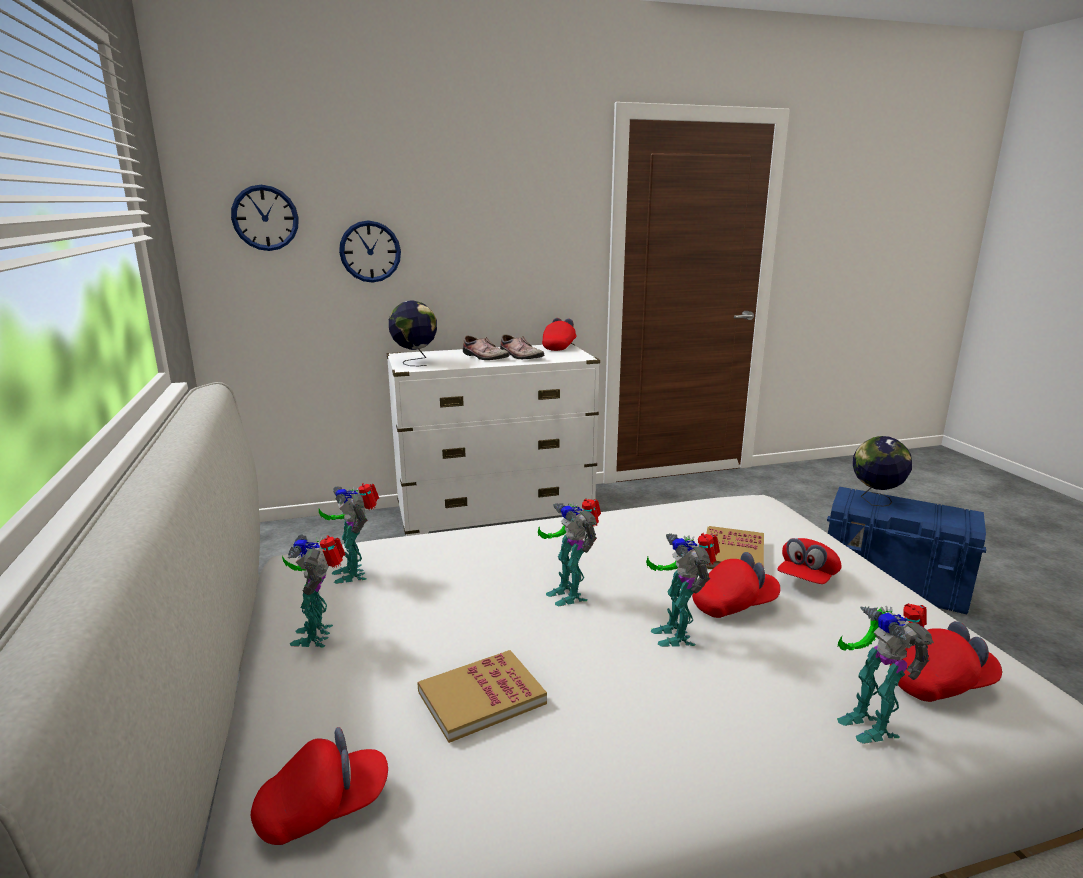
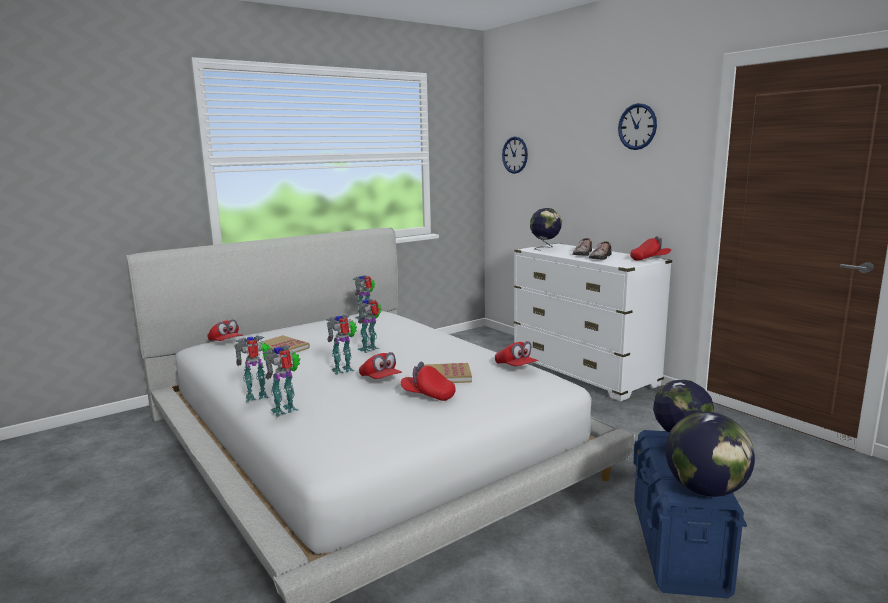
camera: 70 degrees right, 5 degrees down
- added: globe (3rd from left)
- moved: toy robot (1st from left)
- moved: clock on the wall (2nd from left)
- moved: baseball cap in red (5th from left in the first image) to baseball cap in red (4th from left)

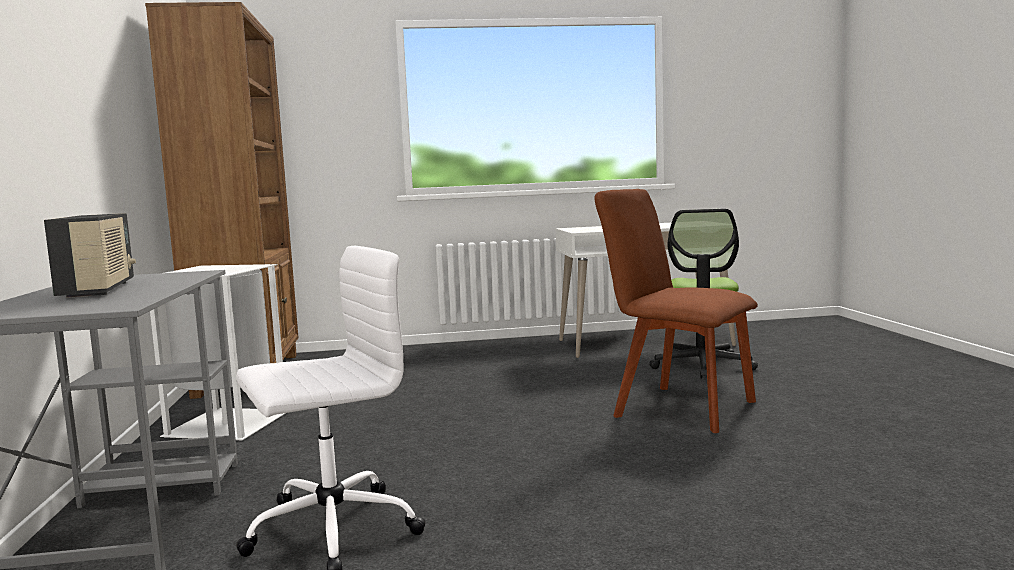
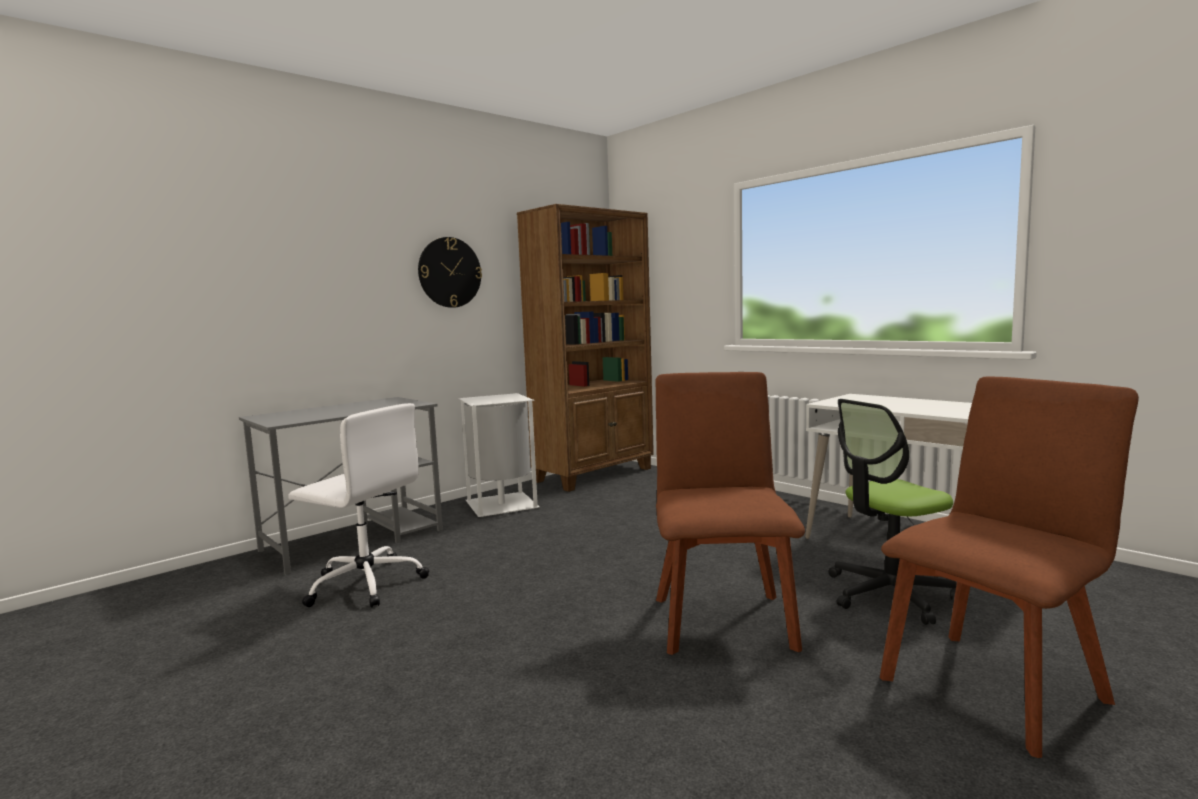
camera: 55 degrees right, 0 degrees up
- removed: radio
- added: clock on the wall
- added: upright chair in brownish (2nd from left)

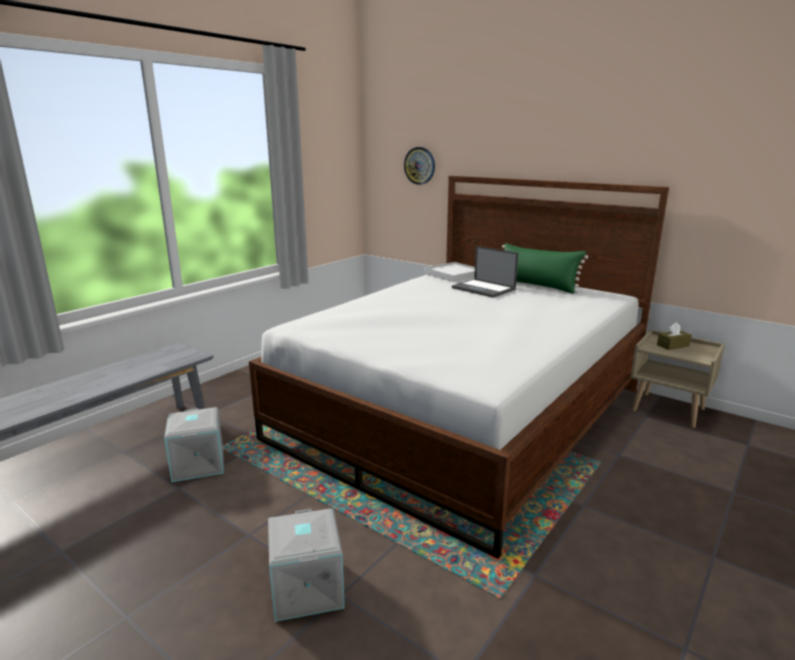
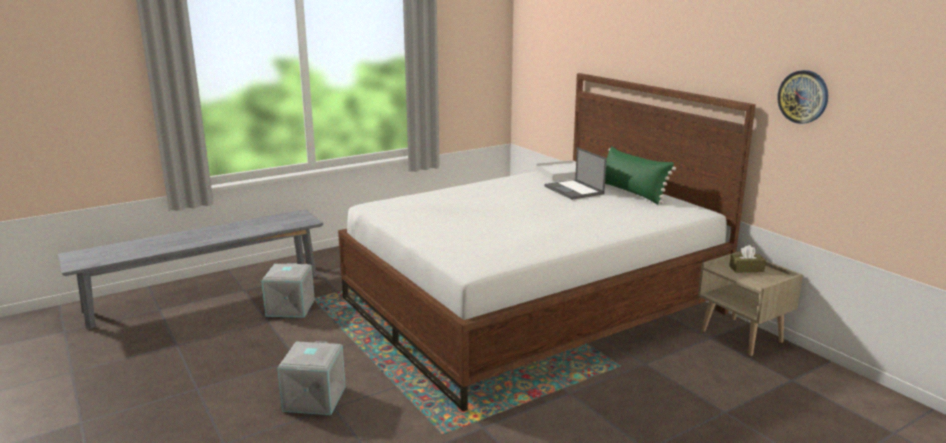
camera: 20 degrees right, 0 degrees up
- moved: clock on the wall

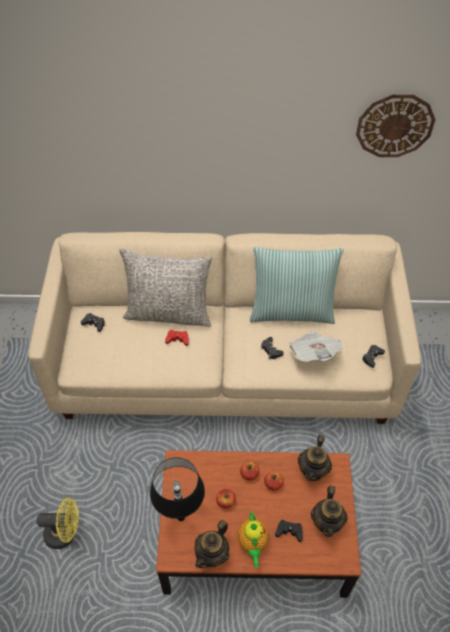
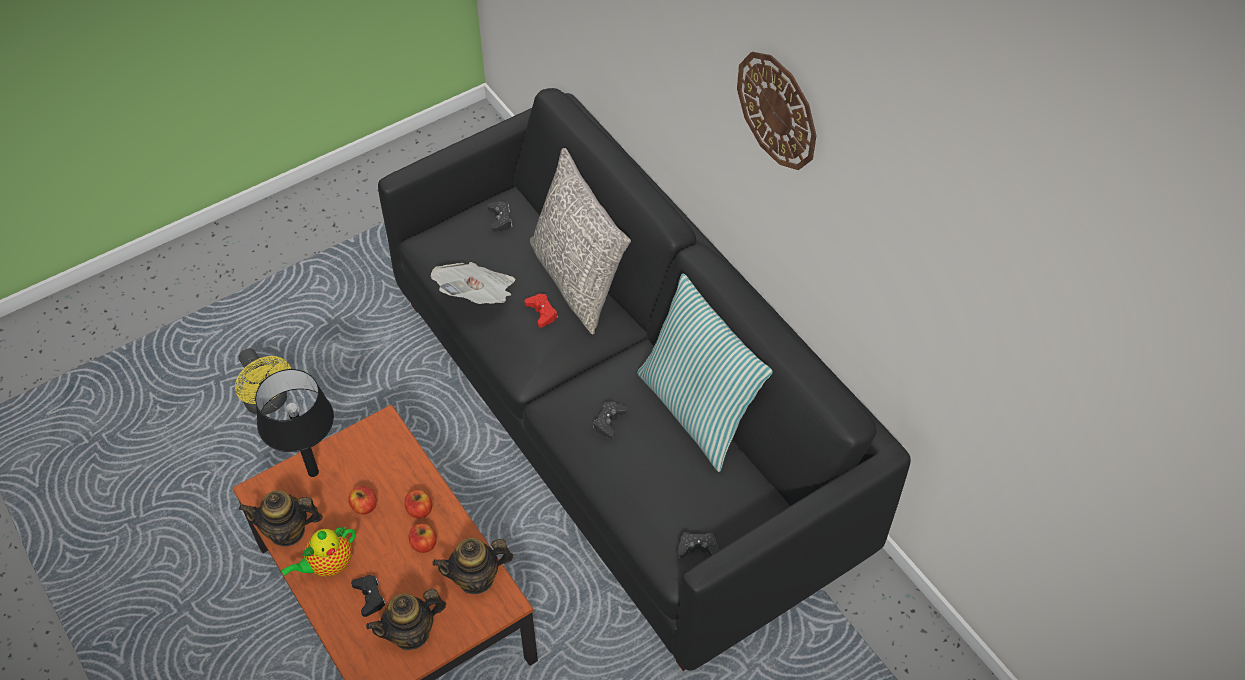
camera: 55 degrees right, 0 degrees up
- moved: printed paper
- moved: clock on the wall
- recoloured: settee in sand-coloured to settee in blackish

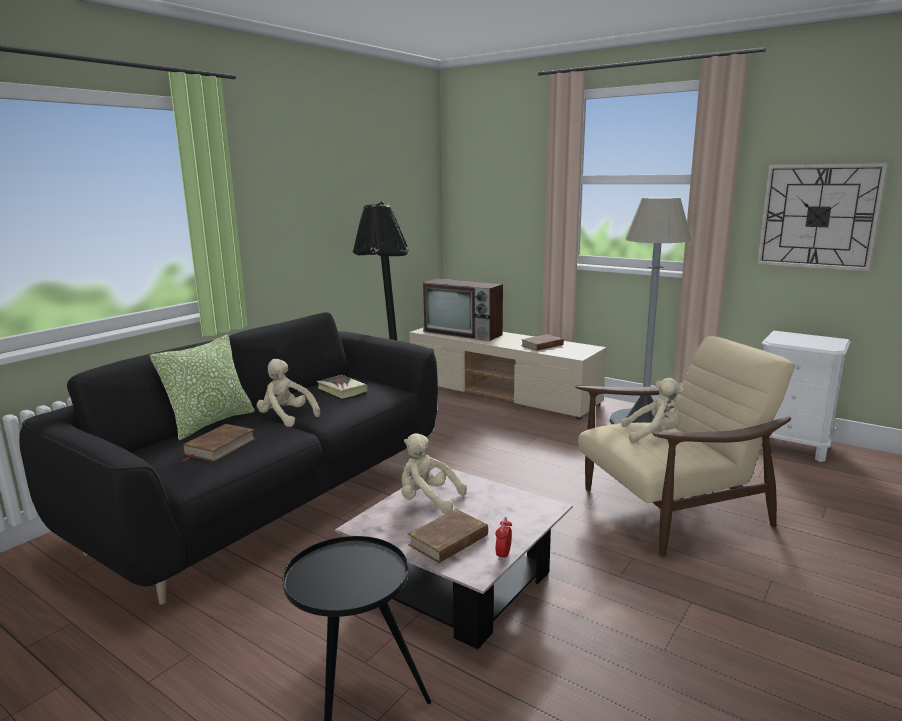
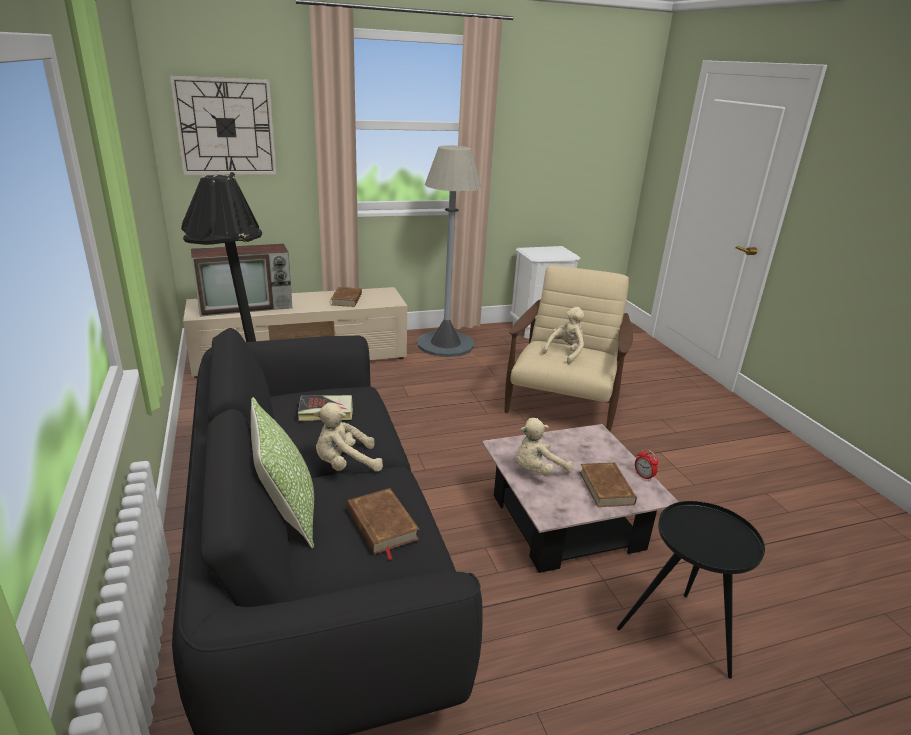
camera: 55 degrees left, 10 degrees up
- moved: clock on the wall

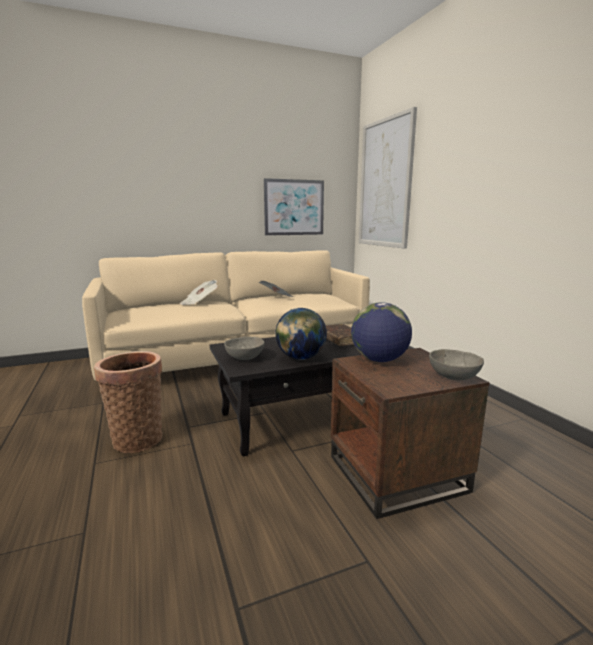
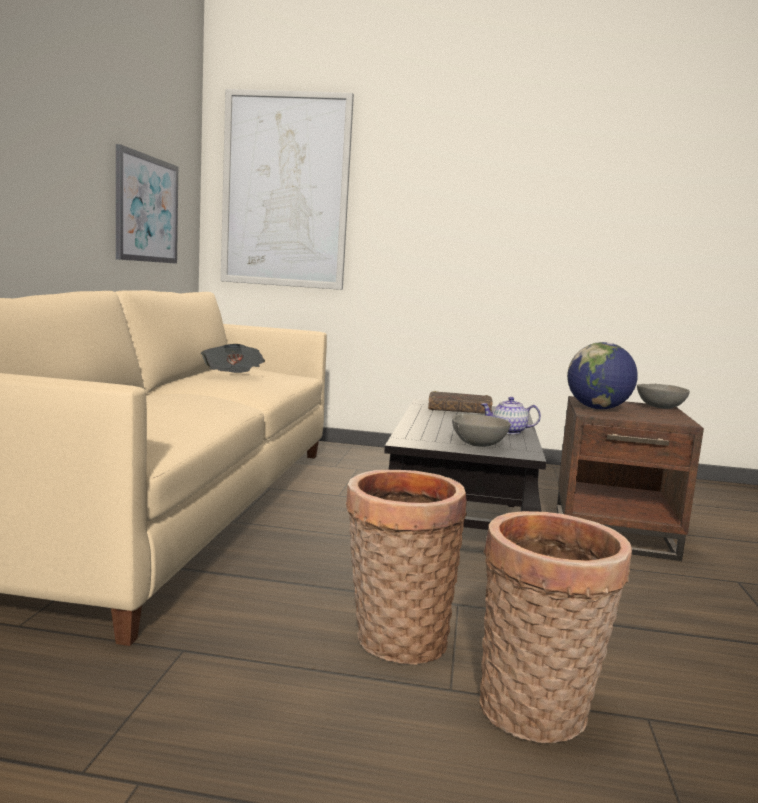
camera: 60 degrees left, 5 degrees down
- removed: printed paper (1st from left)
- added: storage basket (2nd from left)
- replaced: globe (1st from left) to tea pot

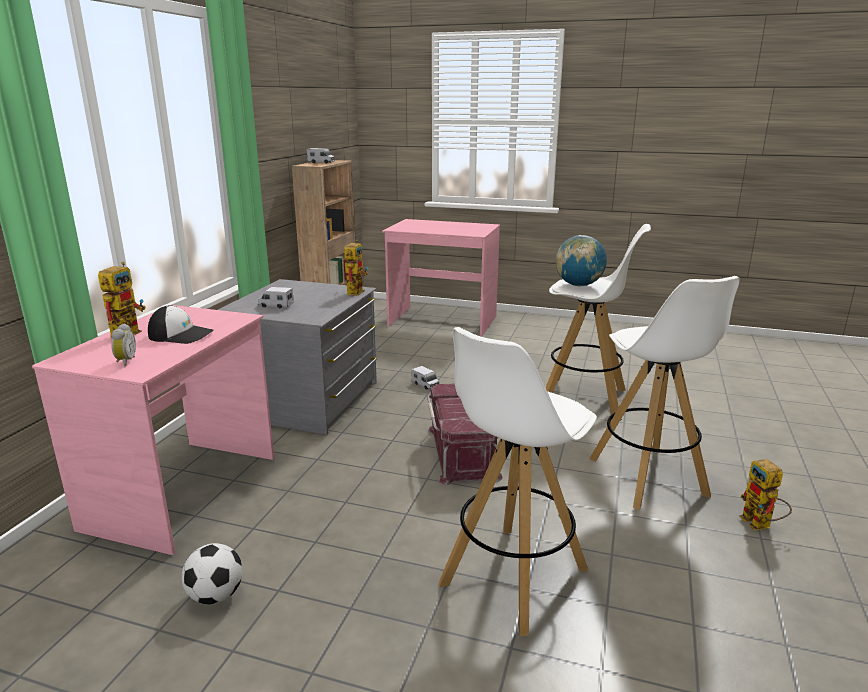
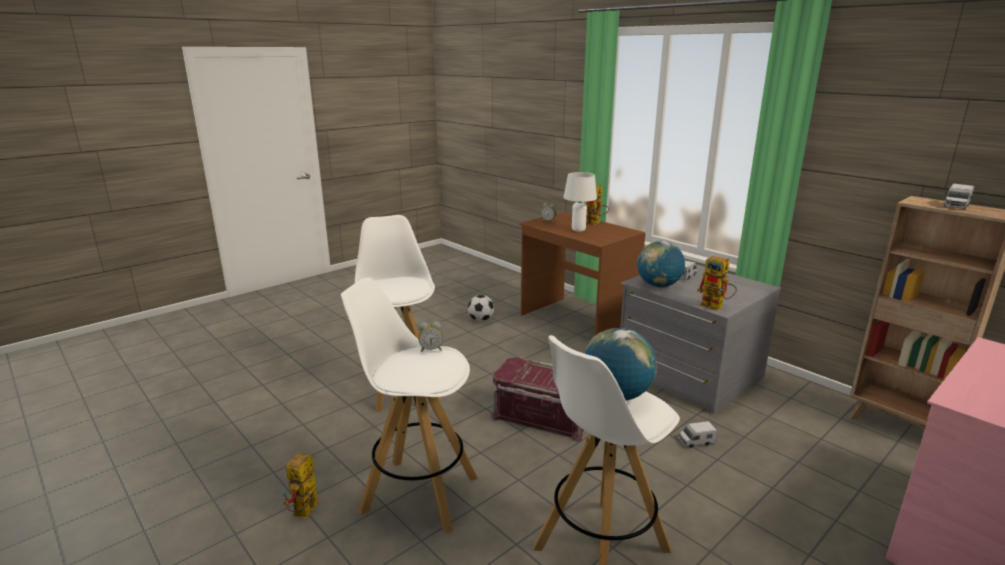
camera: 120 degrees right, 0 degrees up
- added: bedside clock (1st from left)
- added: globe (2nd from left)
- replaced: baseball cap to lamp for a table in white-coloured
- recoloured: desk in pink (1st from left) to desk in brownish
- turned: toy robot (3rd from left in the first image) 90 degrees counterclockwise

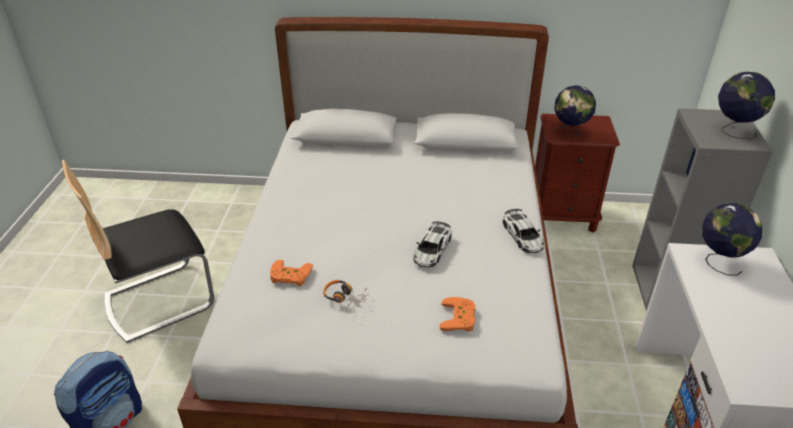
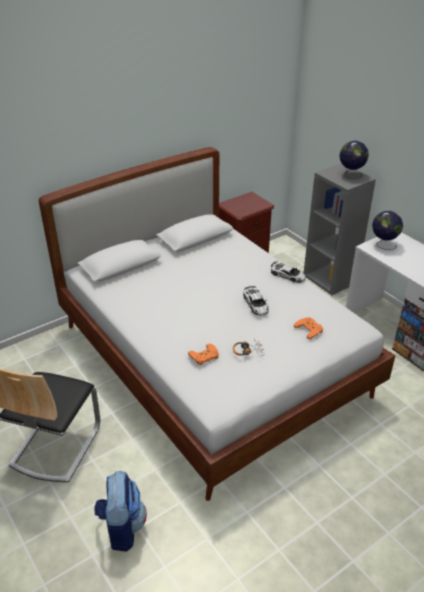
camera: 40 degrees left, 0 degrees up
- removed: globe (1st from left)

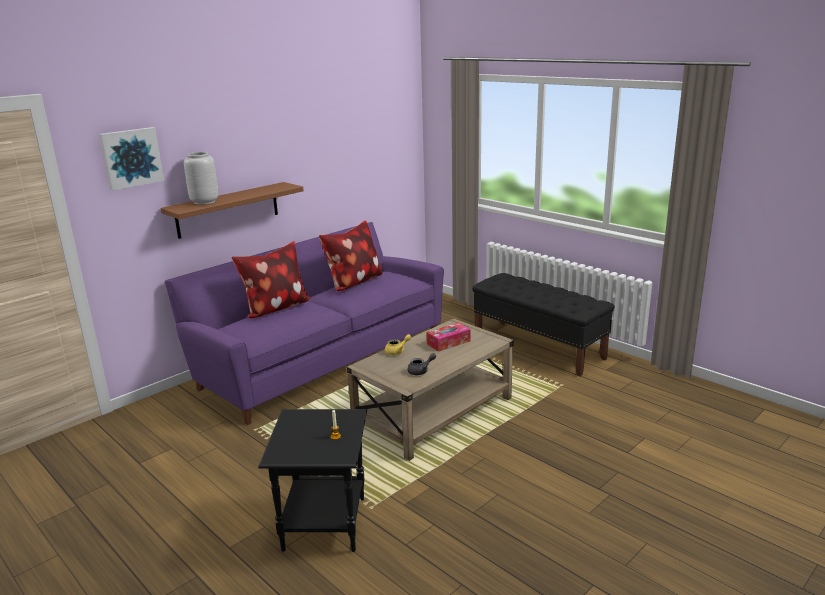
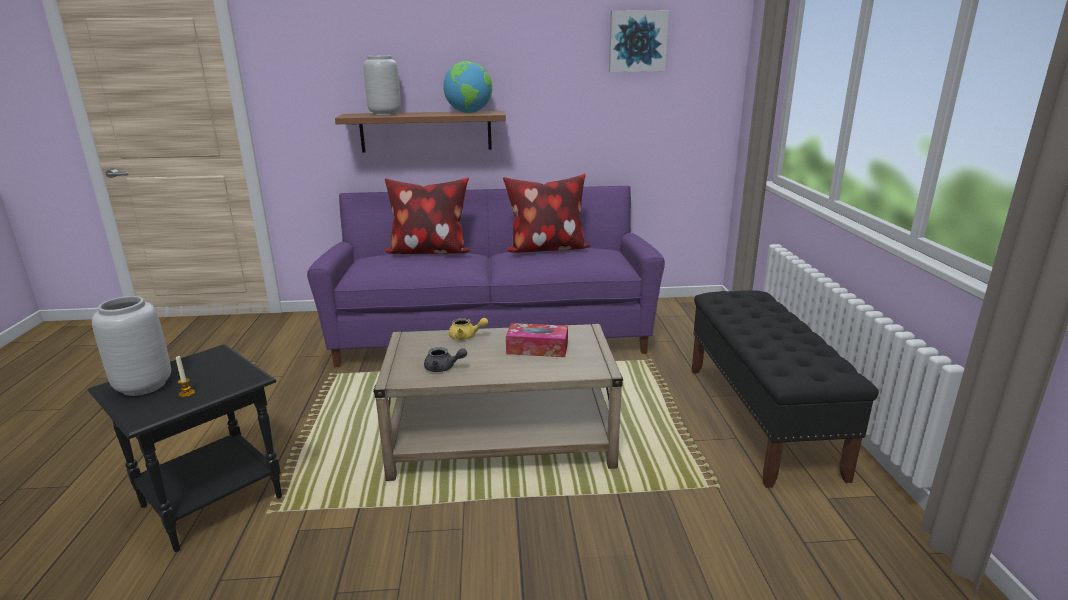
camera: 40 degrees right, 0 degrees up
- added: flower vase in grey (1st from left)
- added: globe
- moved: wall picture

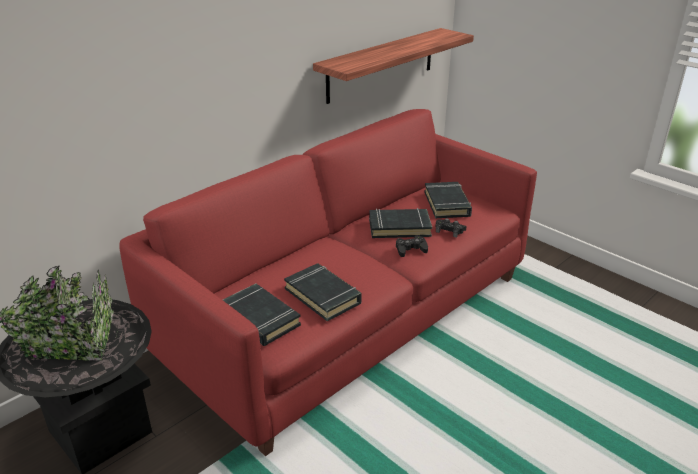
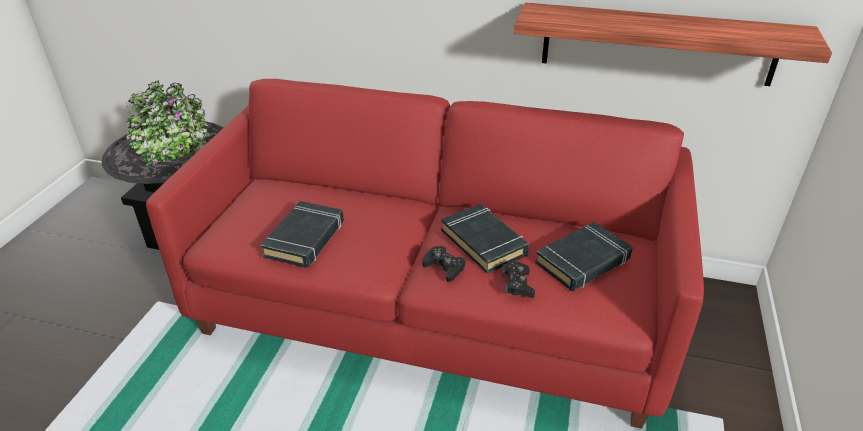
camera: 60 degrees right, 5 degrees up
- removed: book in blackish (1st from left)

